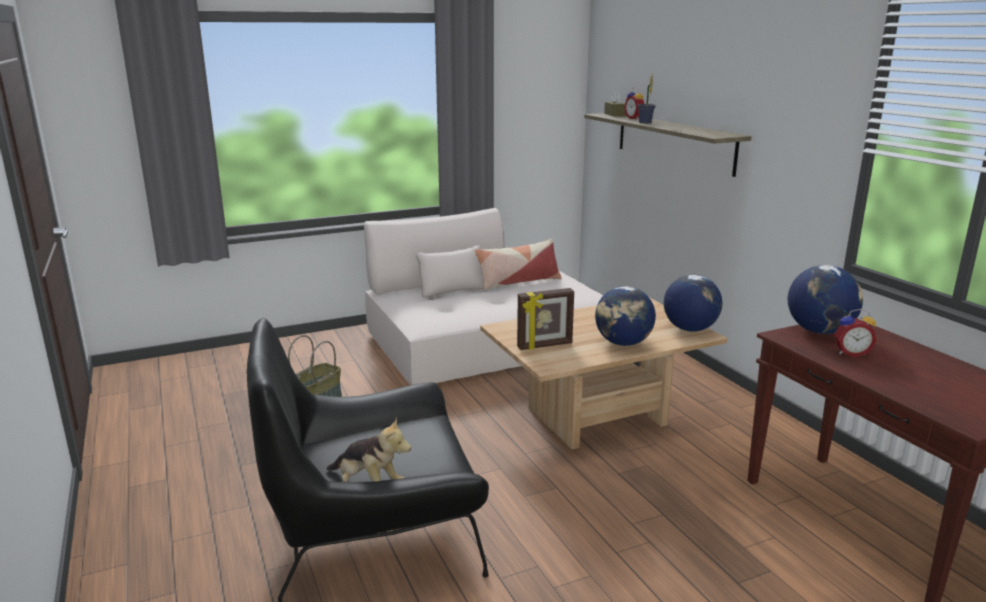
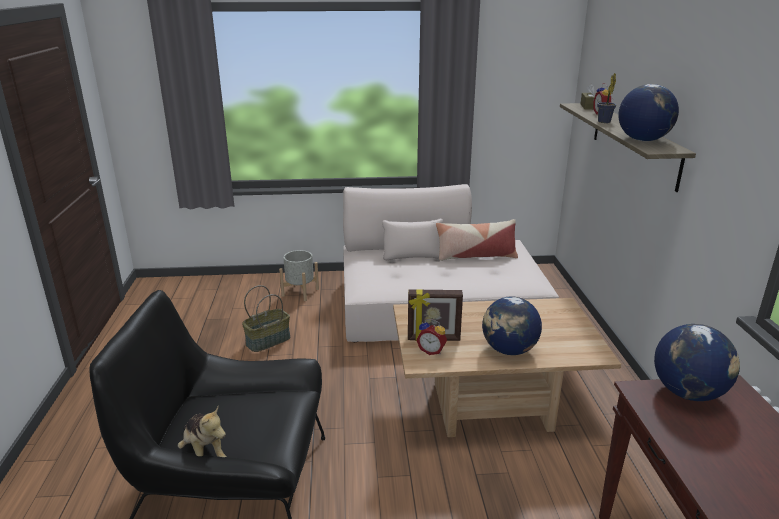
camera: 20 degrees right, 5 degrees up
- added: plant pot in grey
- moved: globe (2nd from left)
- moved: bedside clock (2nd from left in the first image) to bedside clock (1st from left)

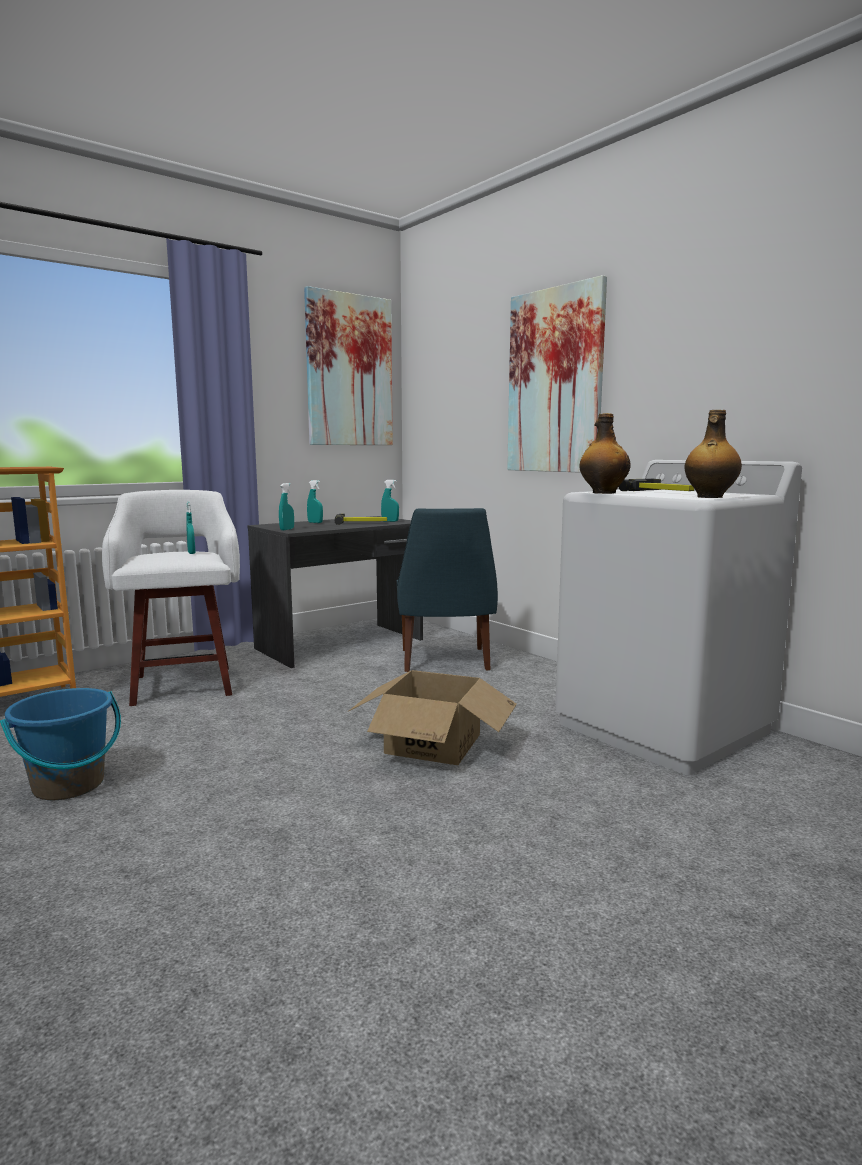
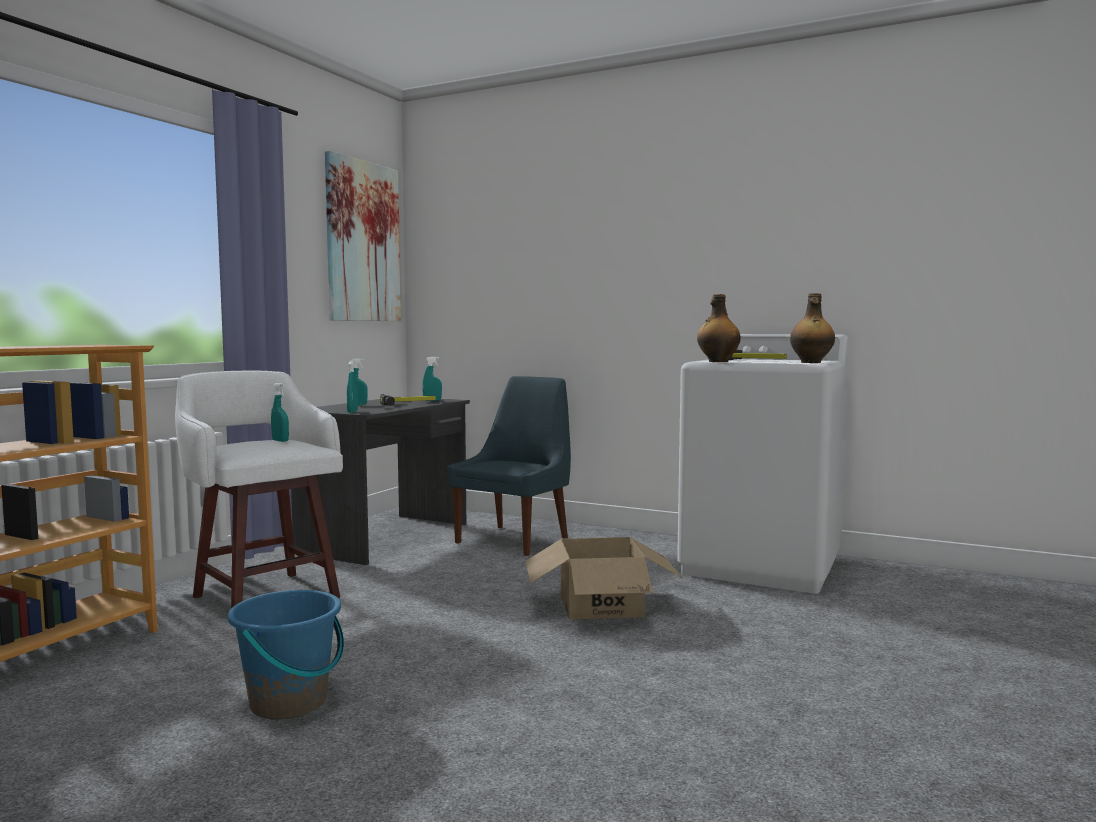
camera: 25 degrees left, 5 degrees down
- removed: wall picture (2nd from left)
- turned: upright chair in blue-coloured 120 degrees counterclockwise

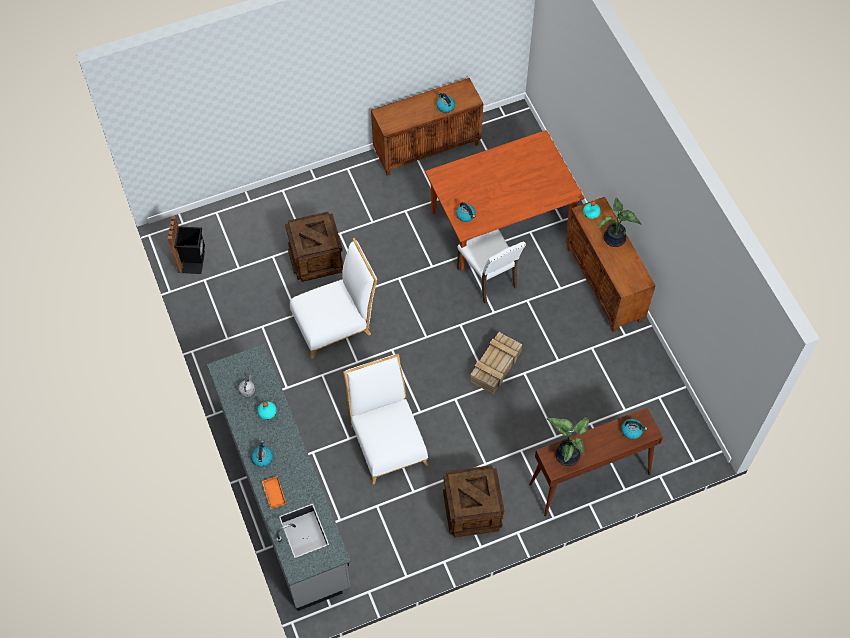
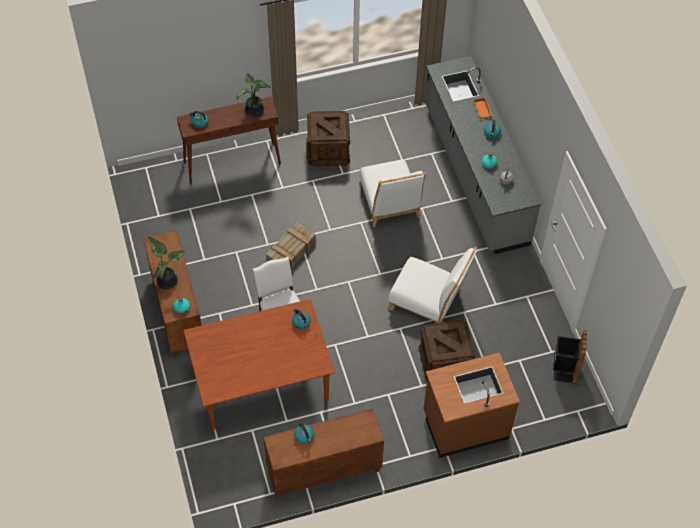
camera: 175 degrees left, 5 degrees down
- added: kitchen base unit in brownish
- turned: upright chair in white-coloured (1st from left in the first image) 135 degrees counterclockwise

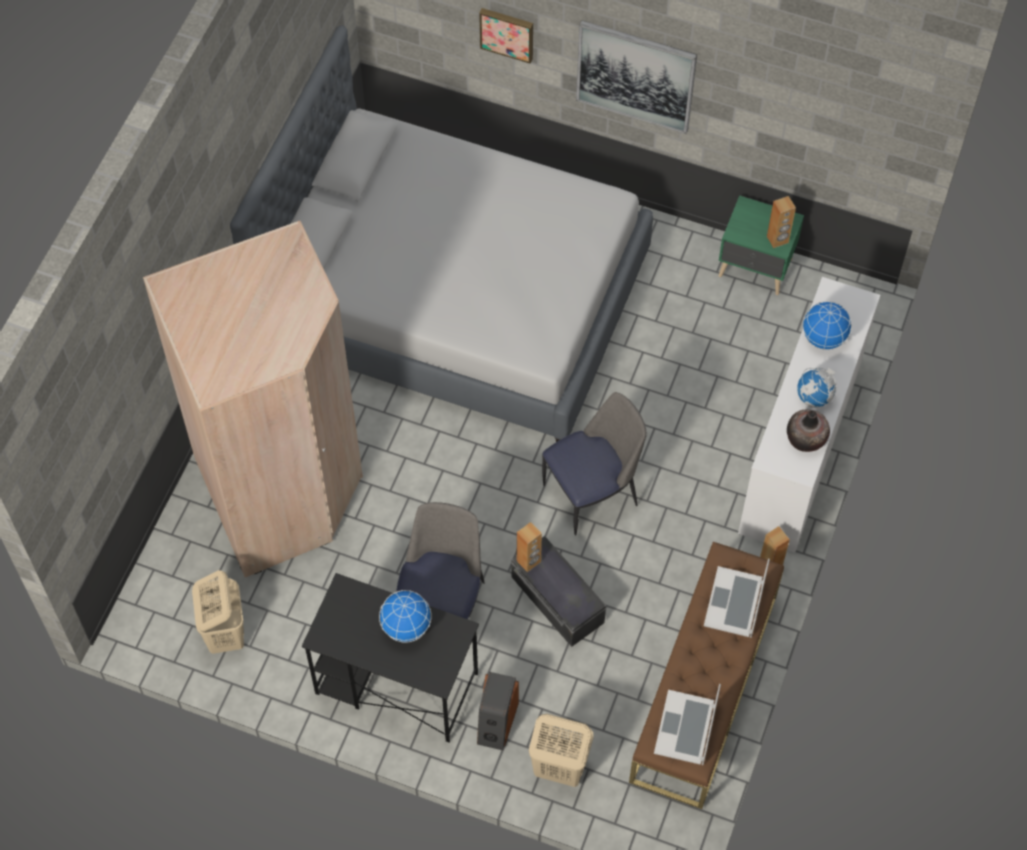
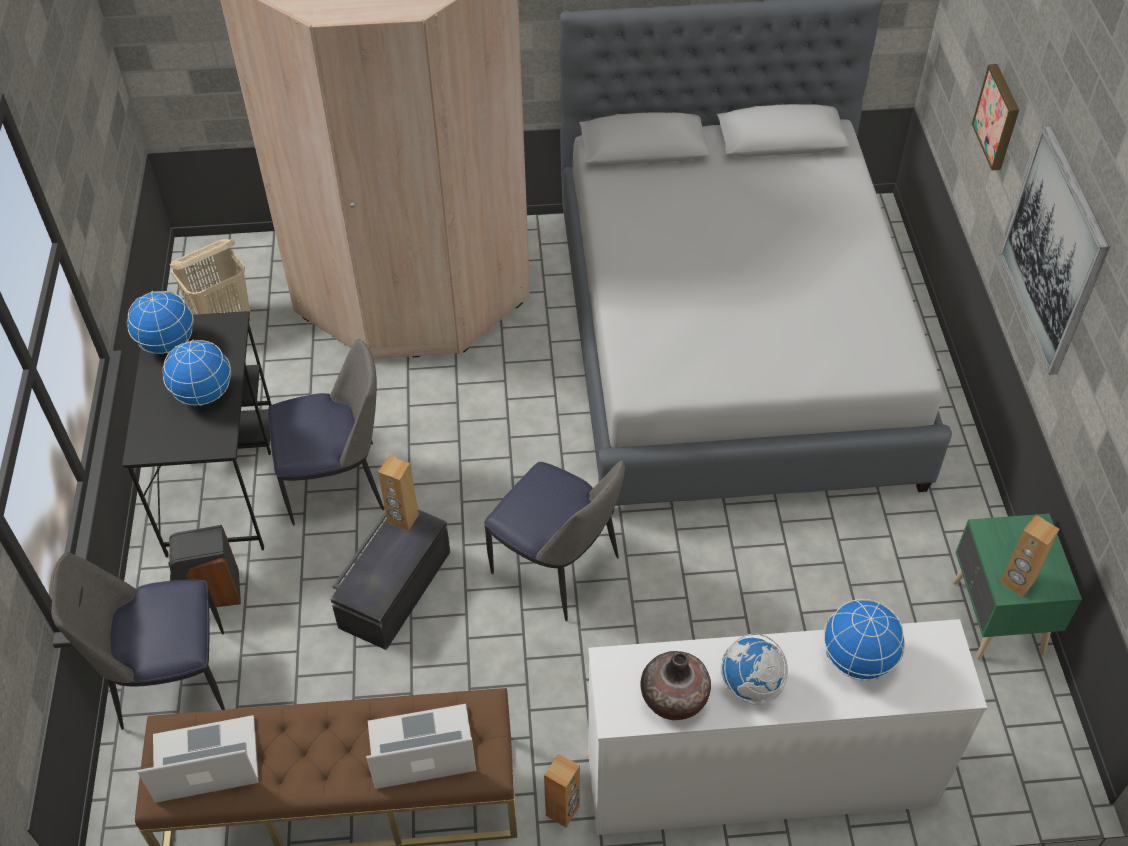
camera: 65 degrees right, 10 degrees down
- added: globe (1st from left)
- replaced: washing basket in sand-coloured (2nd from left) to upright chair (1st from left)

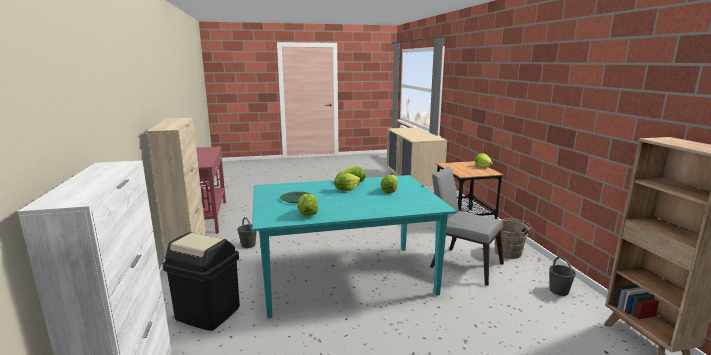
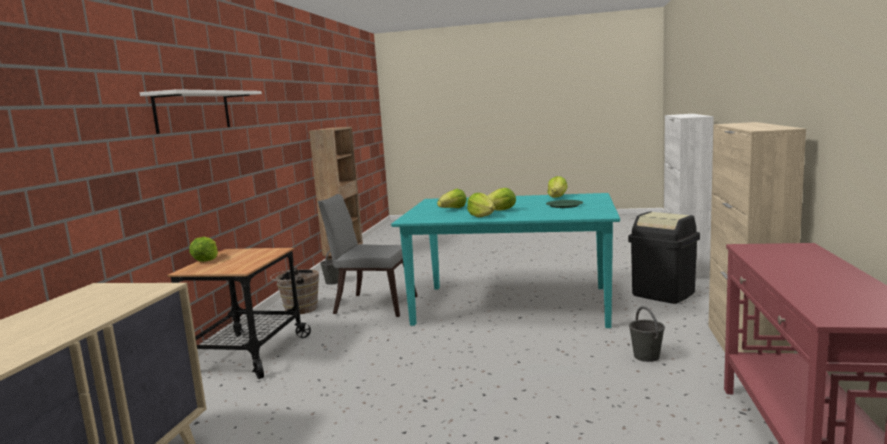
camera: 155 degrees left, 5 degrees down
- added: shelf in white-coloured
- turned: upright chair in grey 135 degrees clockwise

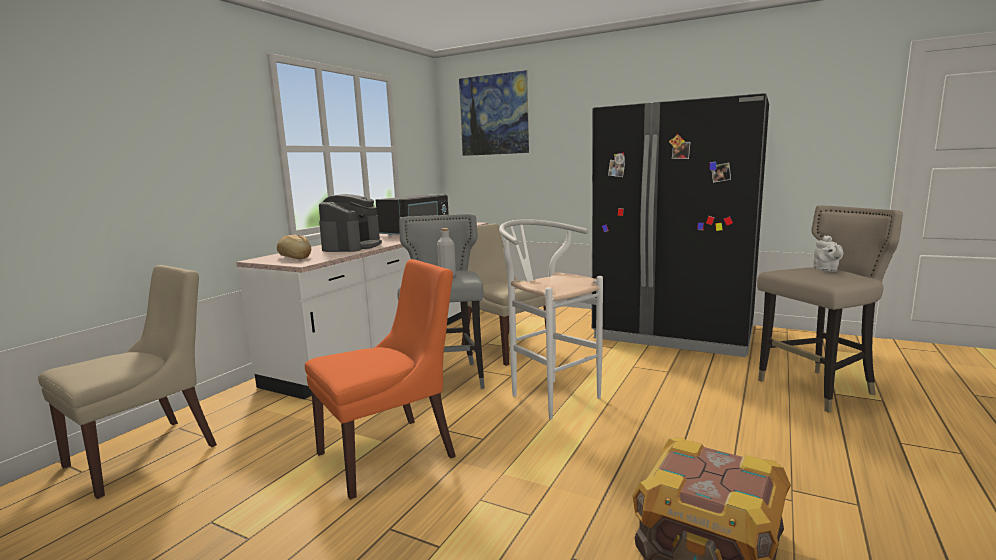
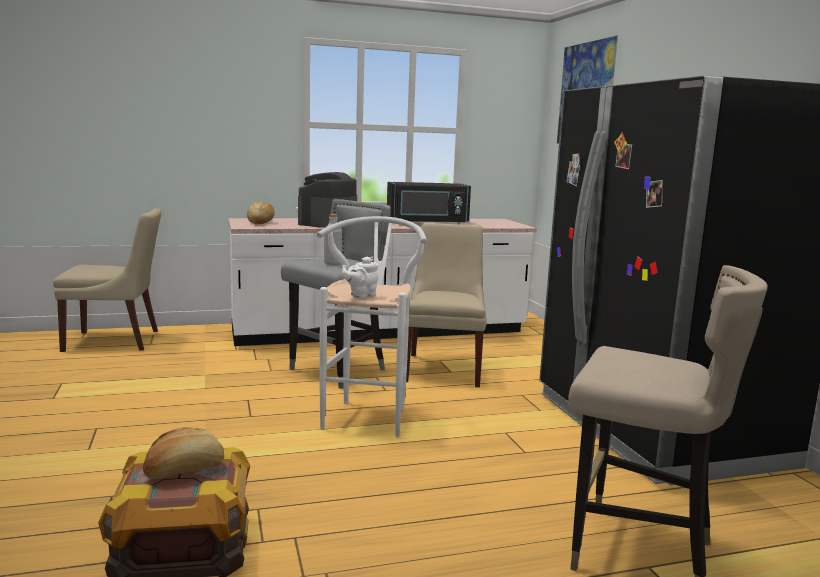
camera: 45 degrees right, 0 degrees up
- removed: upright chair in orange
- added: bakery bread (1st from left)
- moved: tea pot in white-coloured
- turned: coffee machine 150 degrees clockwise

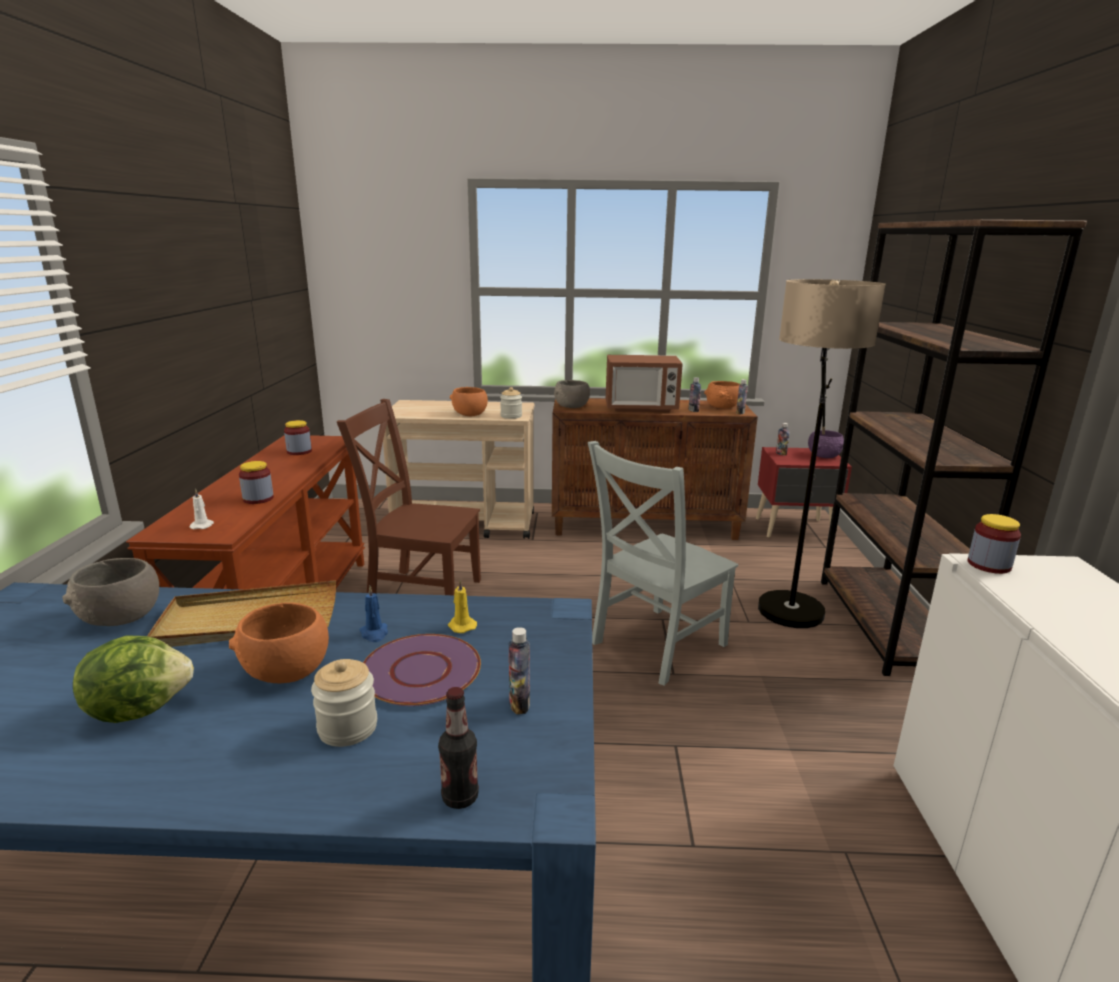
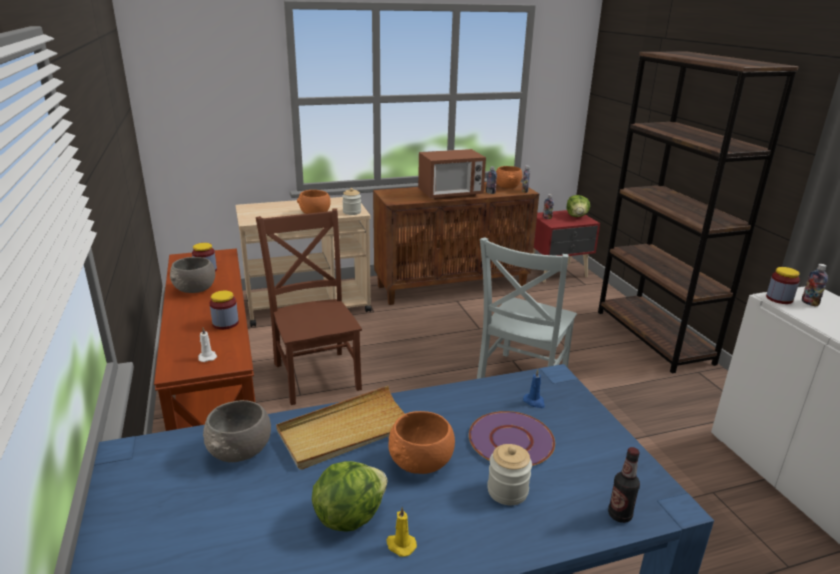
camera: 20 degrees left, 5 degrees up
- removed: floor lamp
- moved: wax candle in blue-coloured
- moved: wax candle in yellow-coloured
- moved: bottle (2nd from left in the first image) to bottle (5th from left)
- moved: deep dish in grey (2nd from left in the first image) to deep dish in grey (1st from left)
- replaced: deep dish in purple-coloured to lettuce (2nd from left)
- turned: upright chair in brownish 75 degrees clockwise

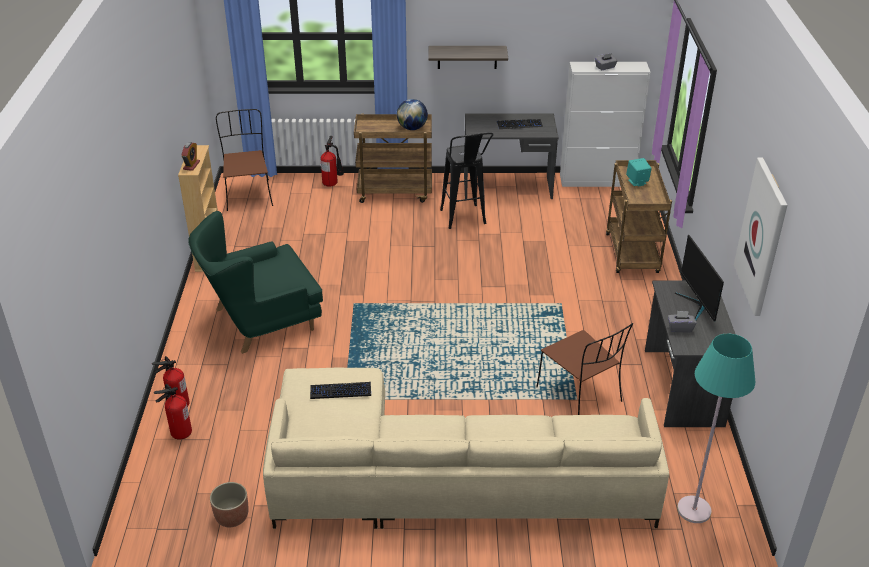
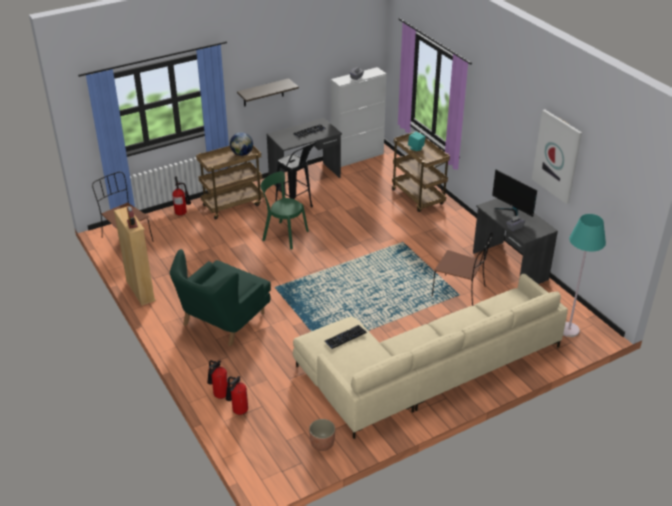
camera: 30 degrees left, 0 degrees up
- added: upright chair in green-coloured

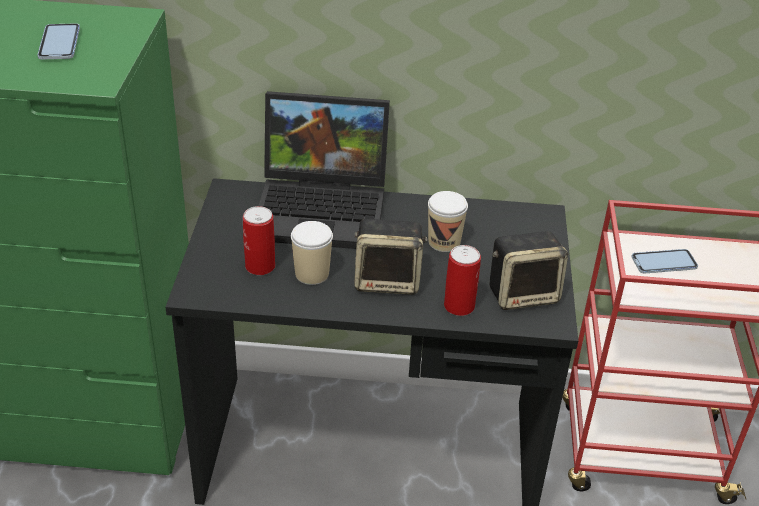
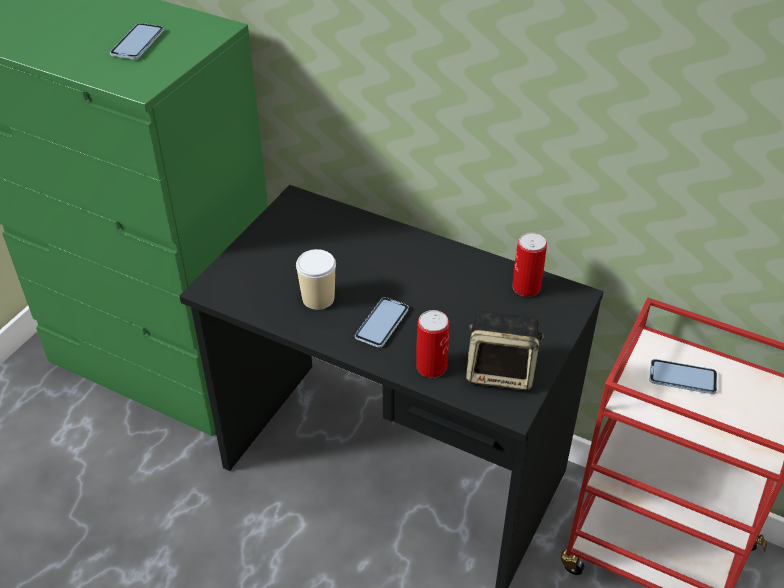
camera: 25 degrees right, 5 degrees up
- removed: notebook computer
- removed: small cup (2nd from left)
- moved: metal can (1st from left in the first image) to metal can (2nd from left)
- replaced: speaker (1st from left) to phone (2nd from left)

